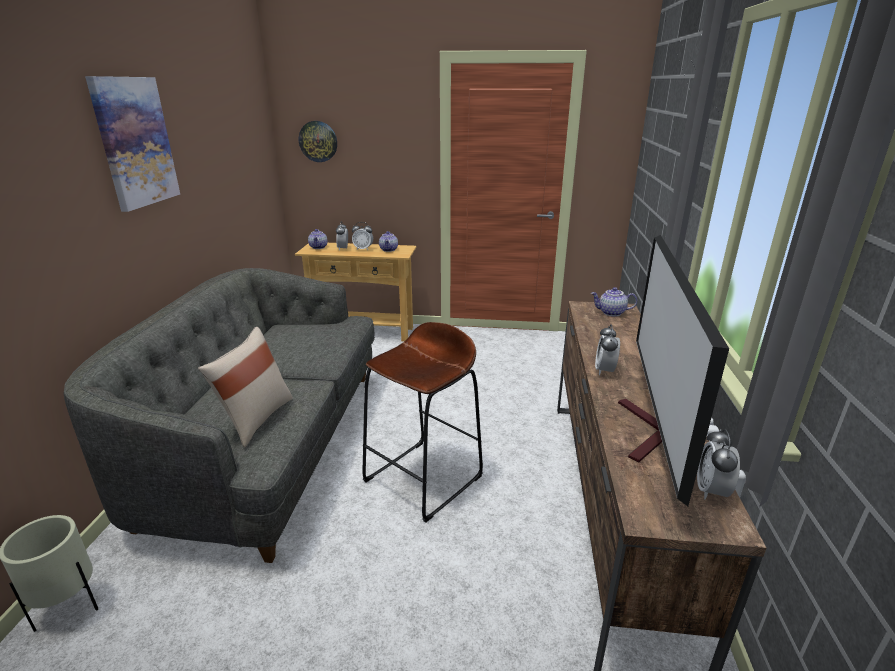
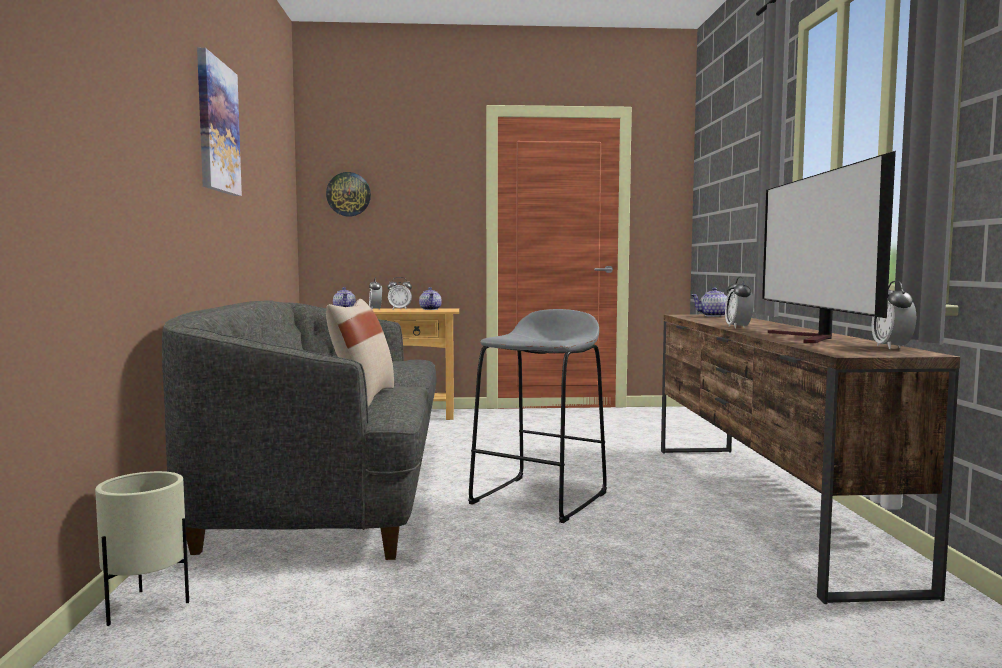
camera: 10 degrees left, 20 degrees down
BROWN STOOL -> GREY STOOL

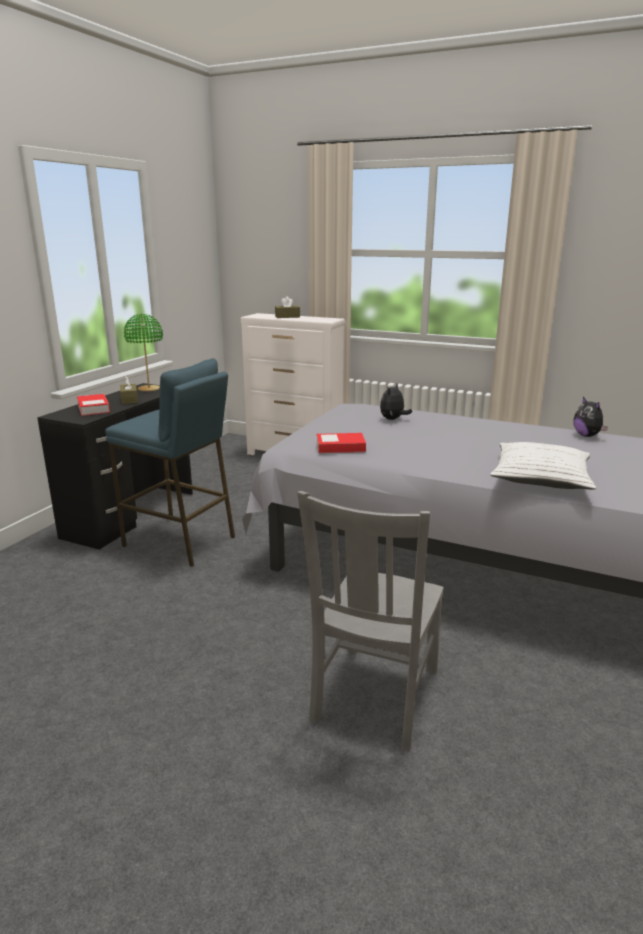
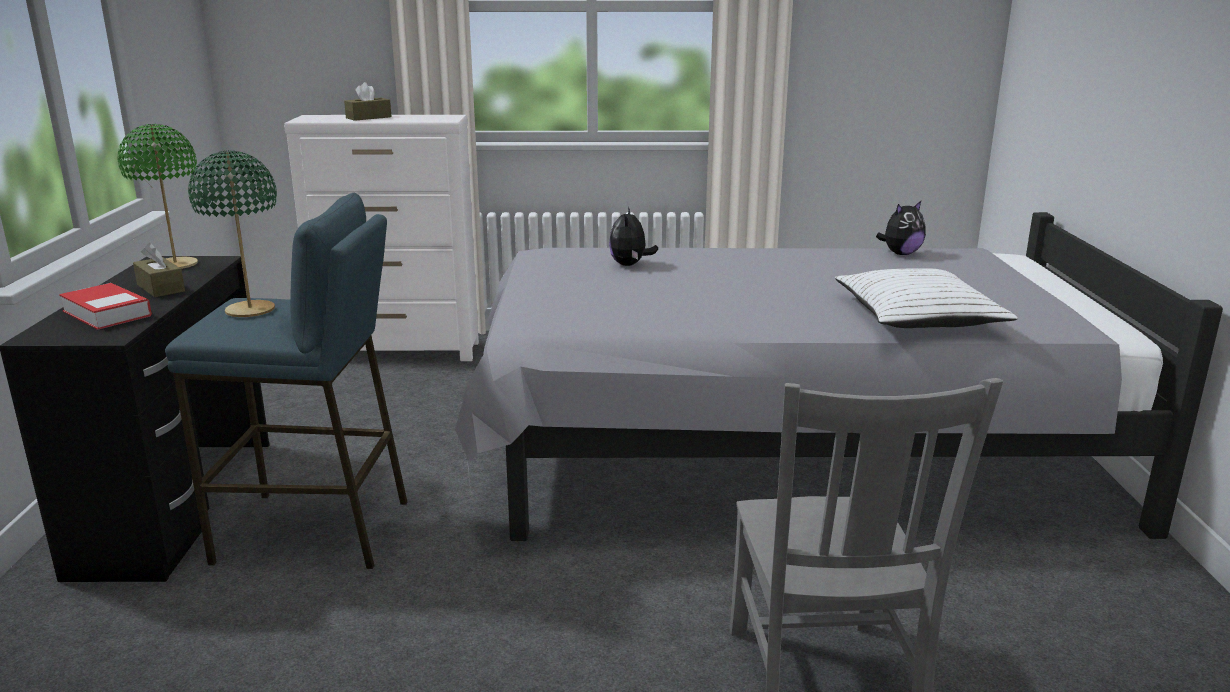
camera: 25 degrees left, 0 degrees up
BOOK (no. 2 from left) -> none
none -> GREEN TABLE LAMP (no. 2 from left)
PLUSH TOY (no. 2 from left), 75 degrees counterclockwise

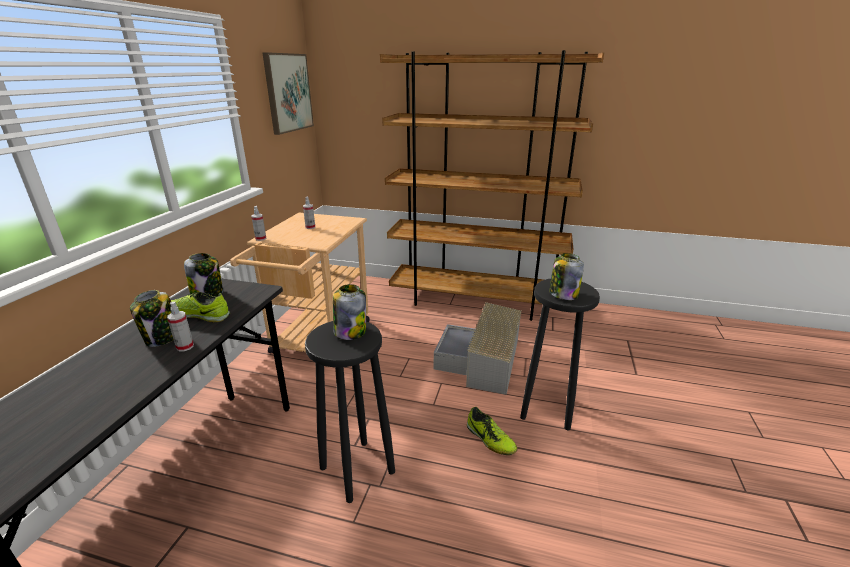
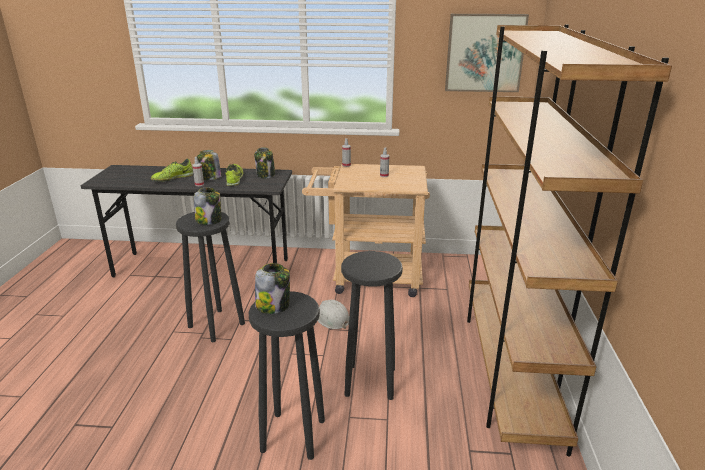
camera: 80 degrees right, 0 degrees up
none -> WHITE HARD HAT
SHOE (no. 2 from left in the first image) -> SHOE (no. 1 from left), relocated
GREY STORAGE BOX -> BLACK STOOL (no. 3 from left)

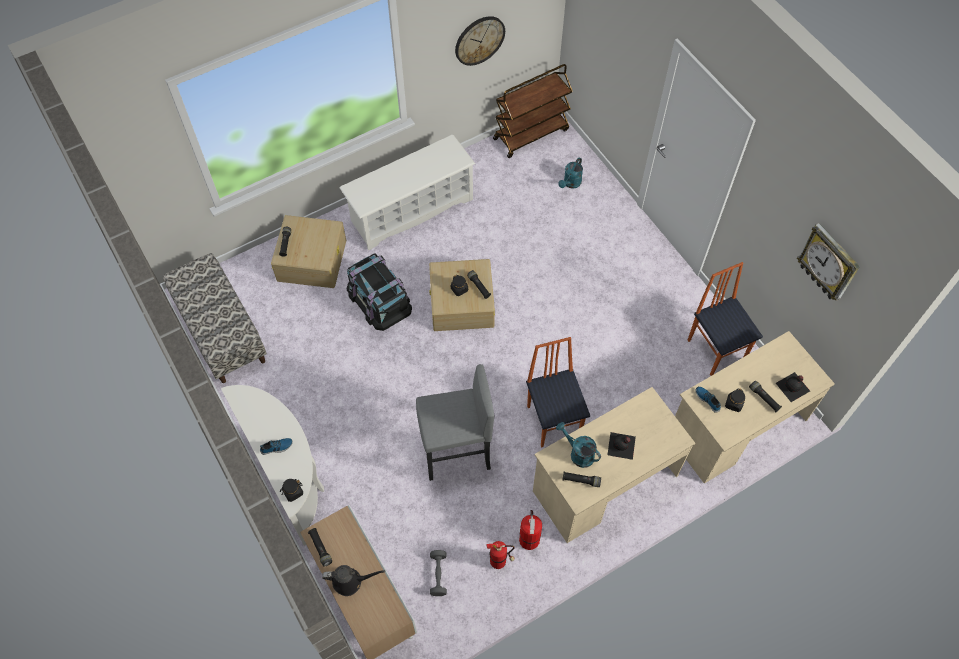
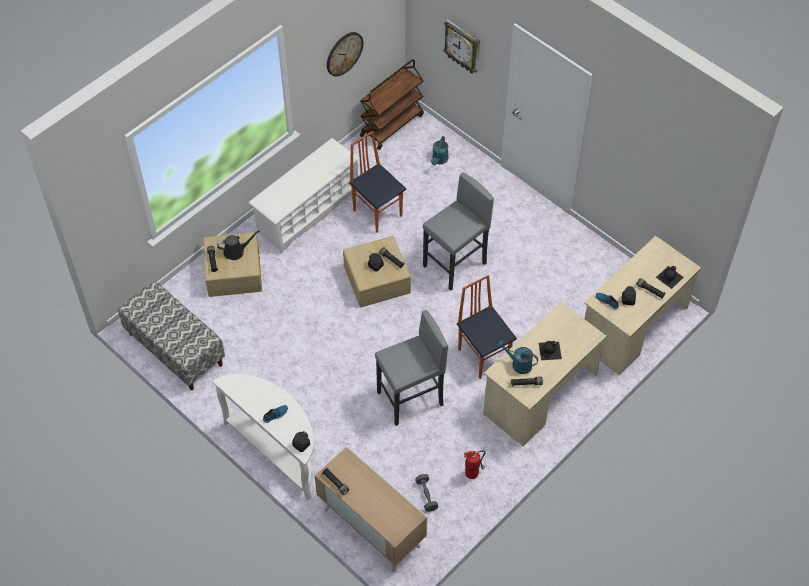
camera: 15 degrees left, 5 degrees down
BLACK STORAGE BOX -> none
FIRE EXTINGUISHER (no. 2 from left) -> none
none -> GREY STOOL (no. 2 from left)
BLACK WATERING CAN, relocated
CHAIR (no. 2 from left in the first image) -> CHAIR (no. 1 from left), relocated
WALL CLOCK (no. 2 from left), relocated

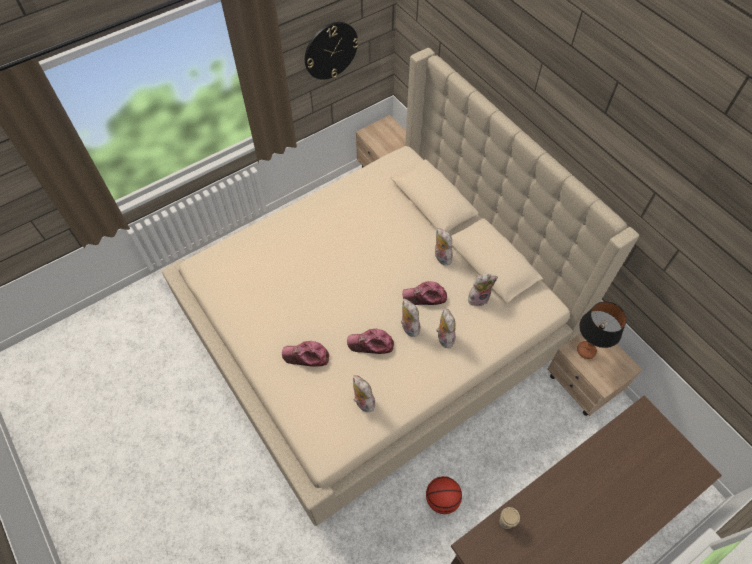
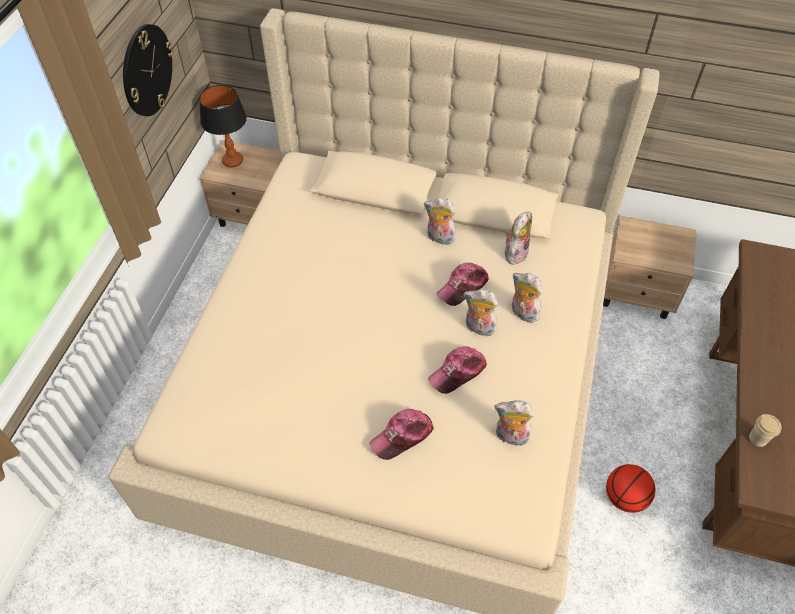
camera: 40 degrees left, 5 degrees down
TABLE LAMP, relocated

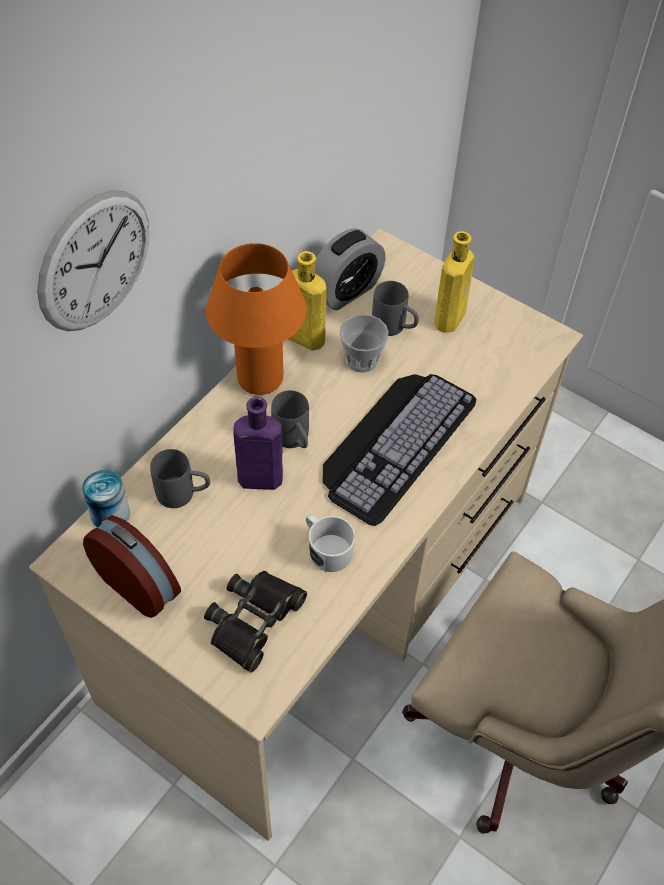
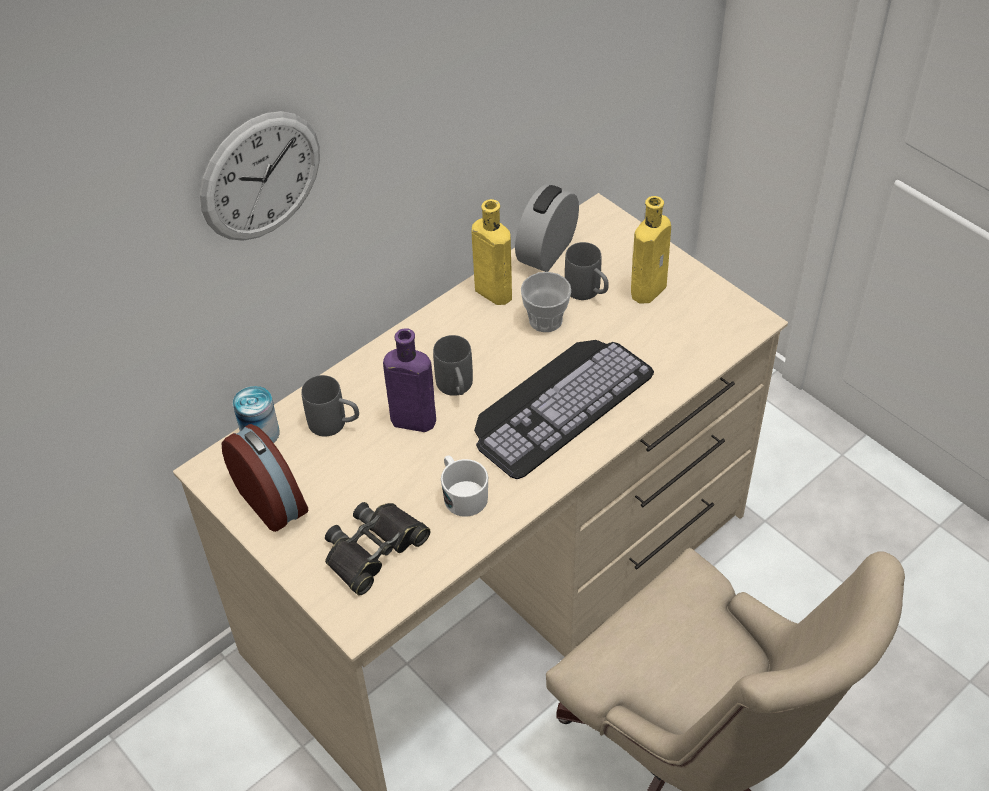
camera: 15 degrees right, 5 degrees down
ORANGE TABLE LAMP -> none
ALARM CLOCK (no. 2 from left), 150 degrees clockwise

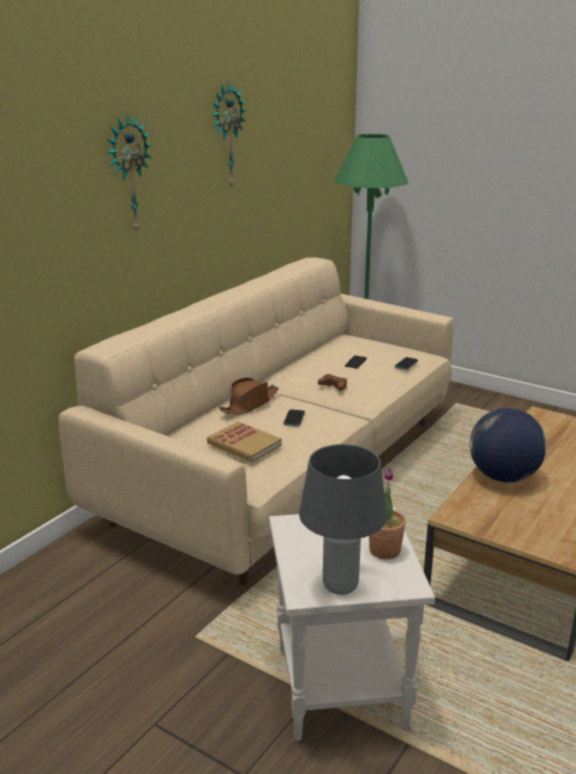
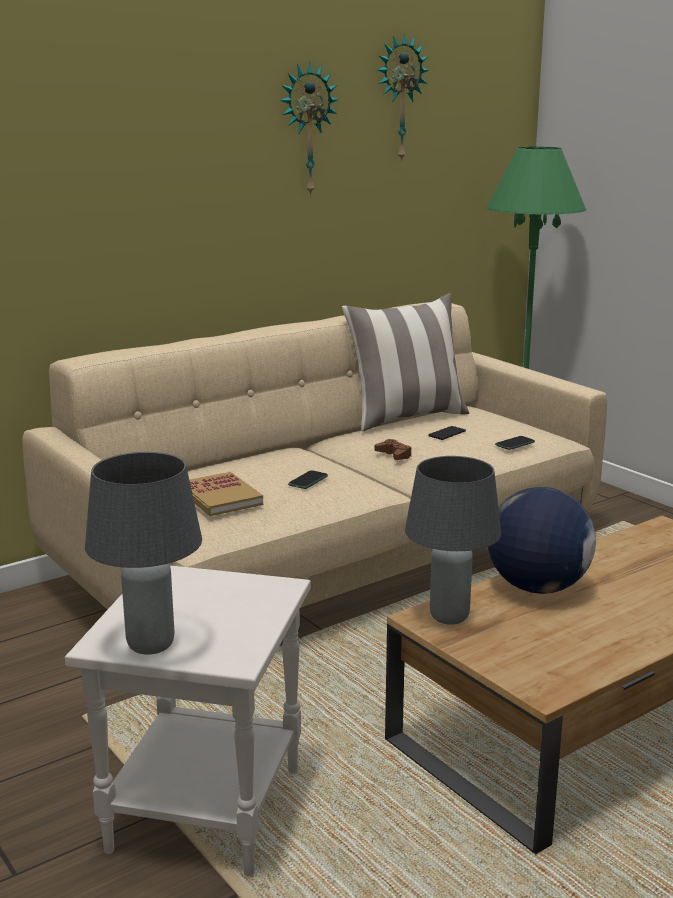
camera: 20 degrees right, 5 degrees down
BROWN HAT -> none
POTTED PLANT -> none
none -> PILLOW
none -> GREY TABLE LAMP (no. 2 from left)
WALL CLOCK (no. 1 from left in the first image) -> WALL CLOCK (no. 2 from left), relocated

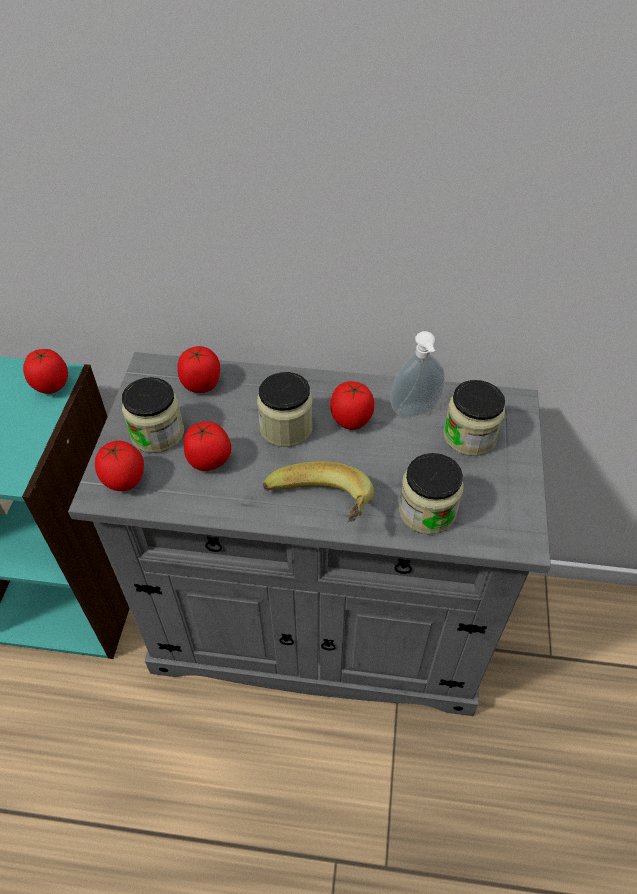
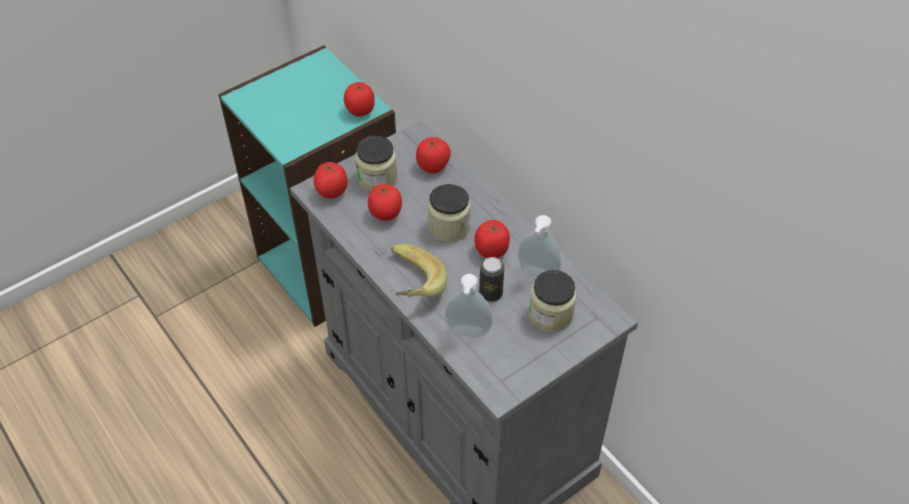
camera: 45 degrees right, 0 degrees up
none -> CAN
JAR (no. 3 from left) -> SOAP DISPENSER (no. 1 from left)

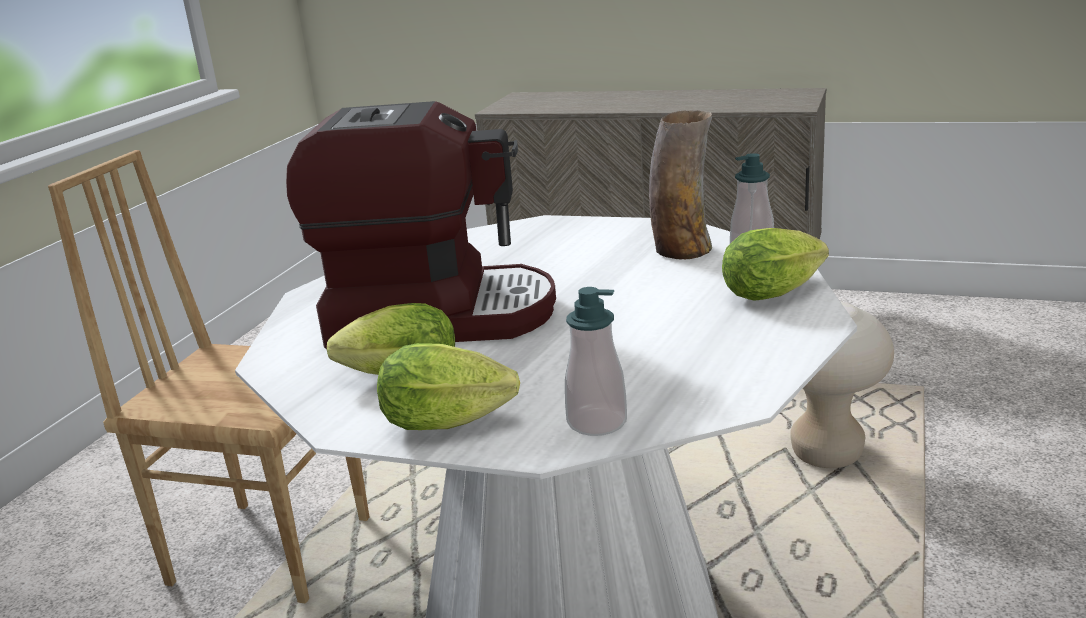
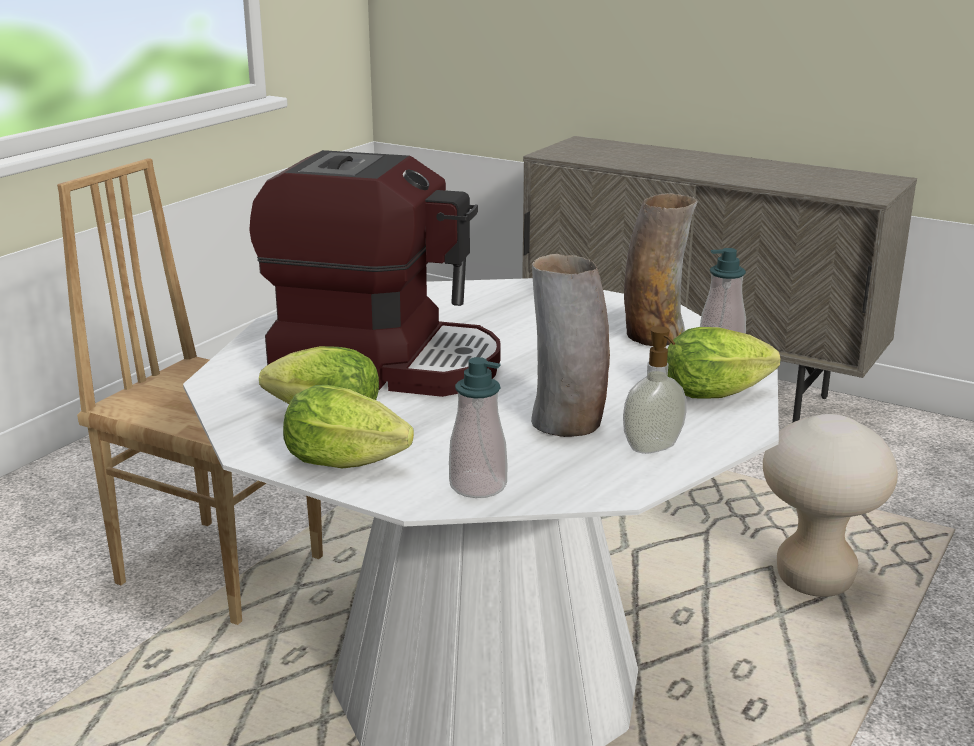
camera: 10 degrees right, 0 degrees up
none -> VASE (no. 1 from left)
none -> SOAP DISPENSER (no. 2 from left)

